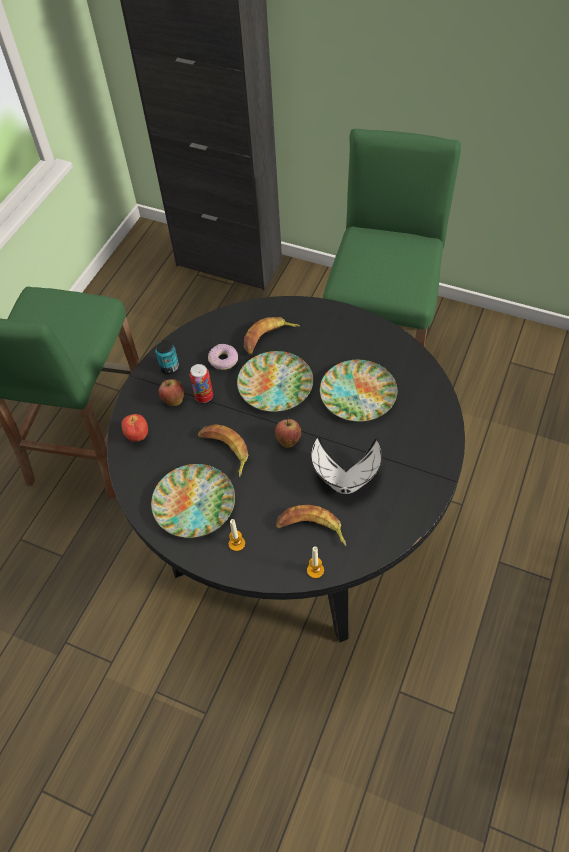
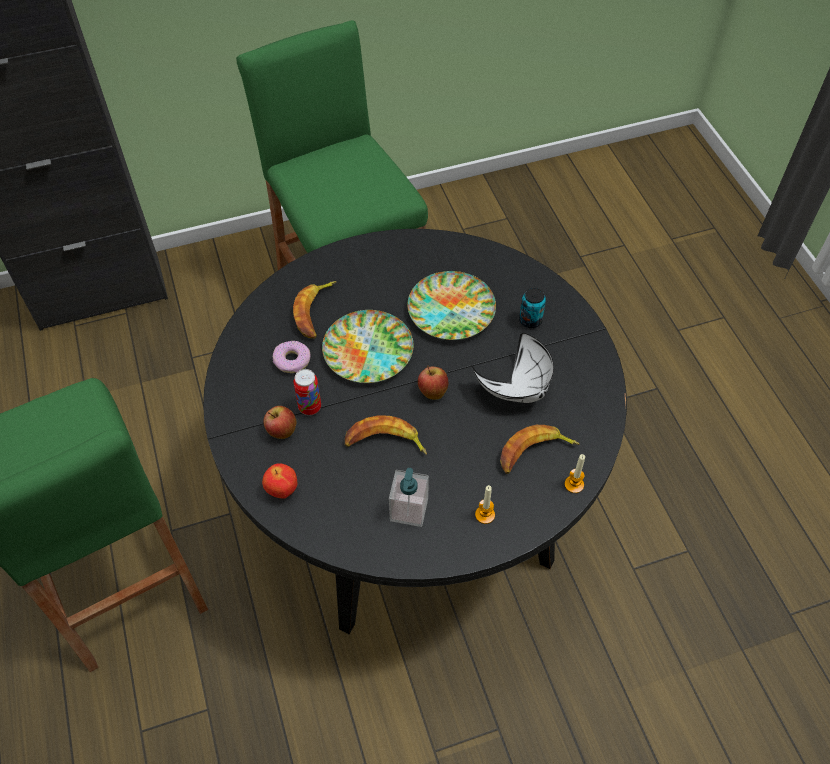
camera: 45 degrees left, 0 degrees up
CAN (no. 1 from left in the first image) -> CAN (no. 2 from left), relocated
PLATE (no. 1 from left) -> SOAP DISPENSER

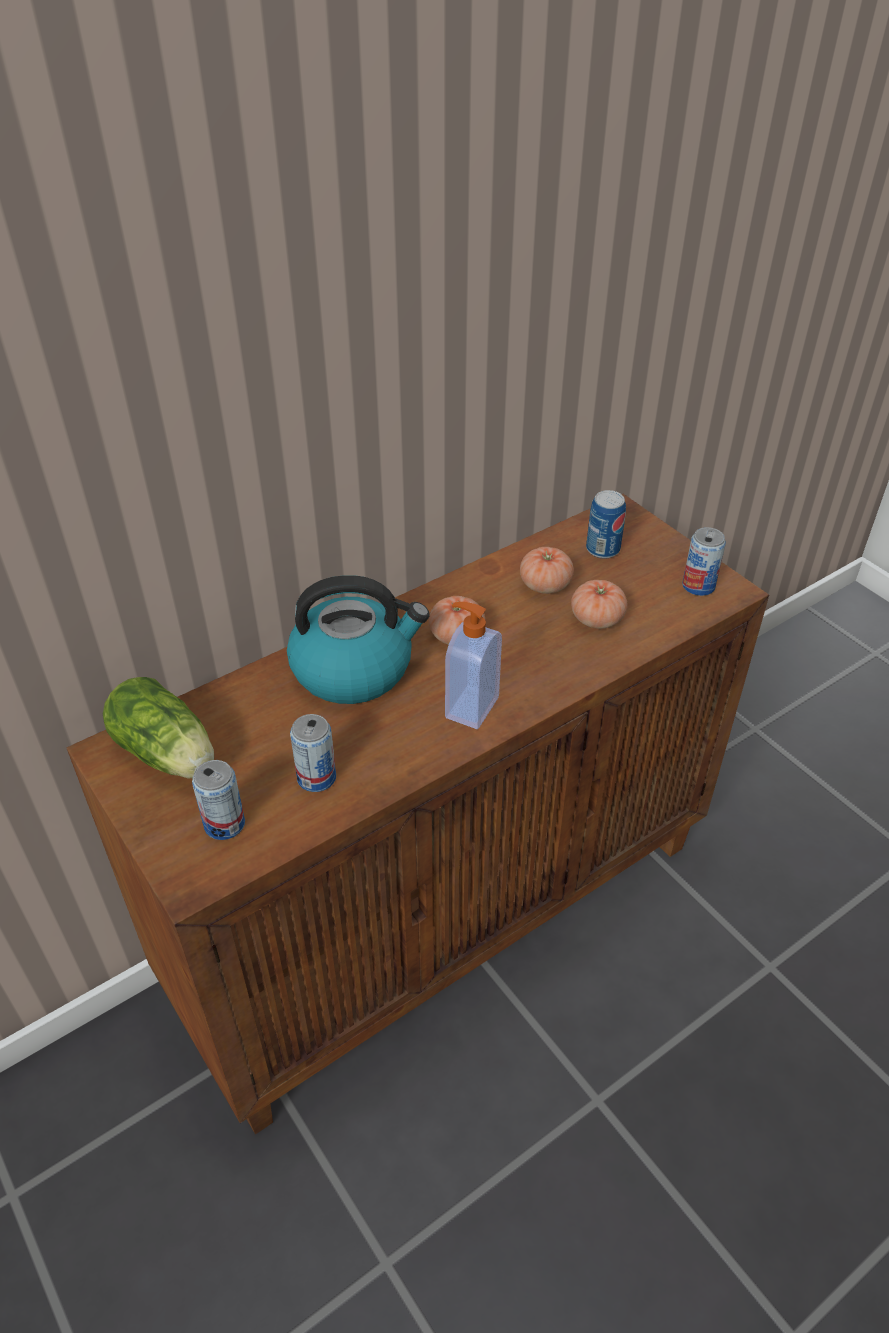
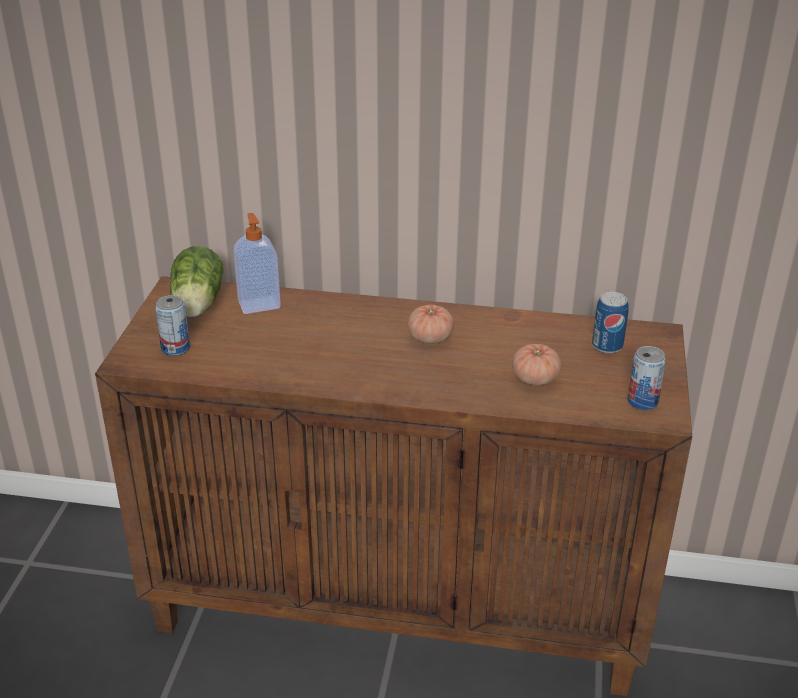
camera: 45 degrees right, 10 degrees down
KETTLE -> none
CAN (no. 2 from left) -> none
TOMATO (no. 2 from left) -> none
SOAP DISPENSER, relocated

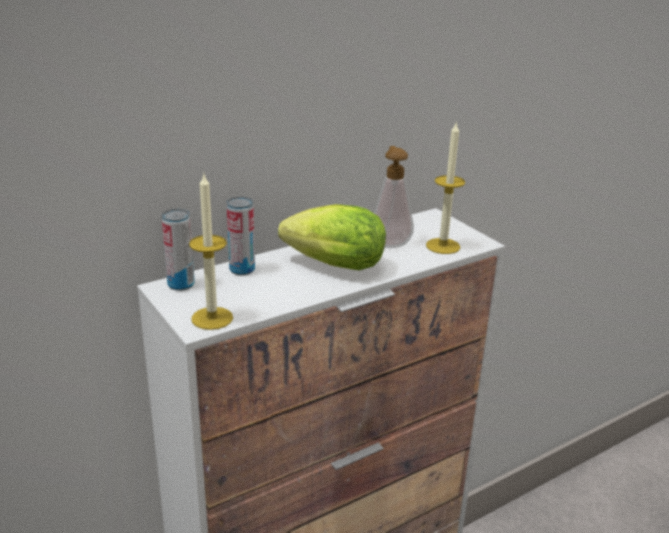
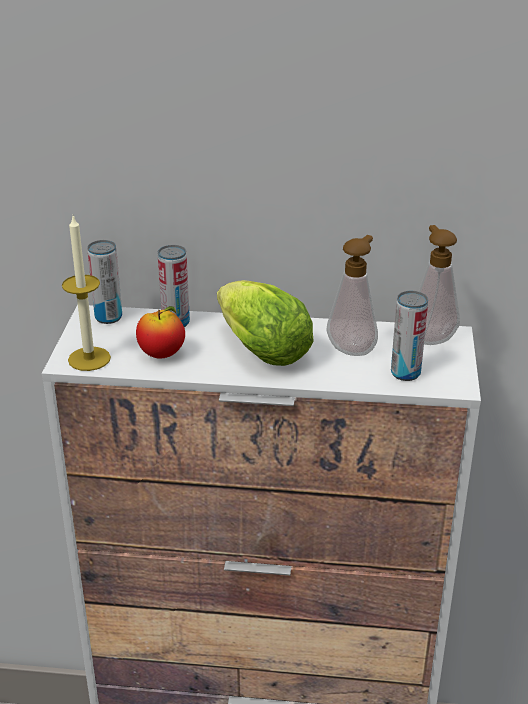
camera: 40 degrees right, 5 degrees up
none -> APPLE
none -> SOAP DISPENSER (no. 2 from left)
CANDLE (no. 2 from left) -> CAN (no. 3 from left)

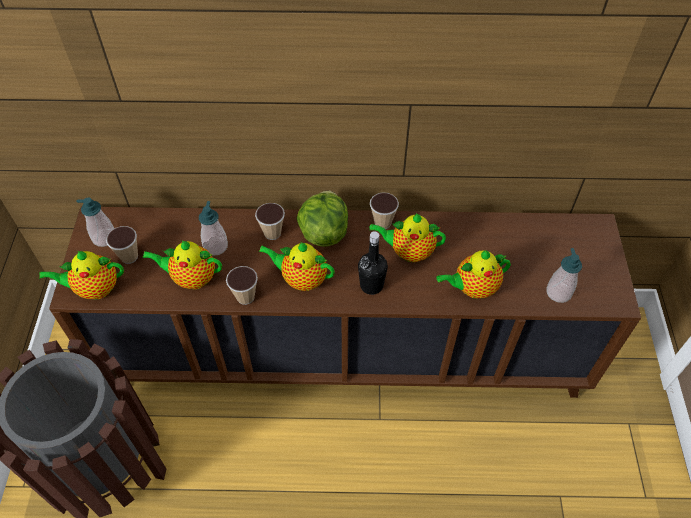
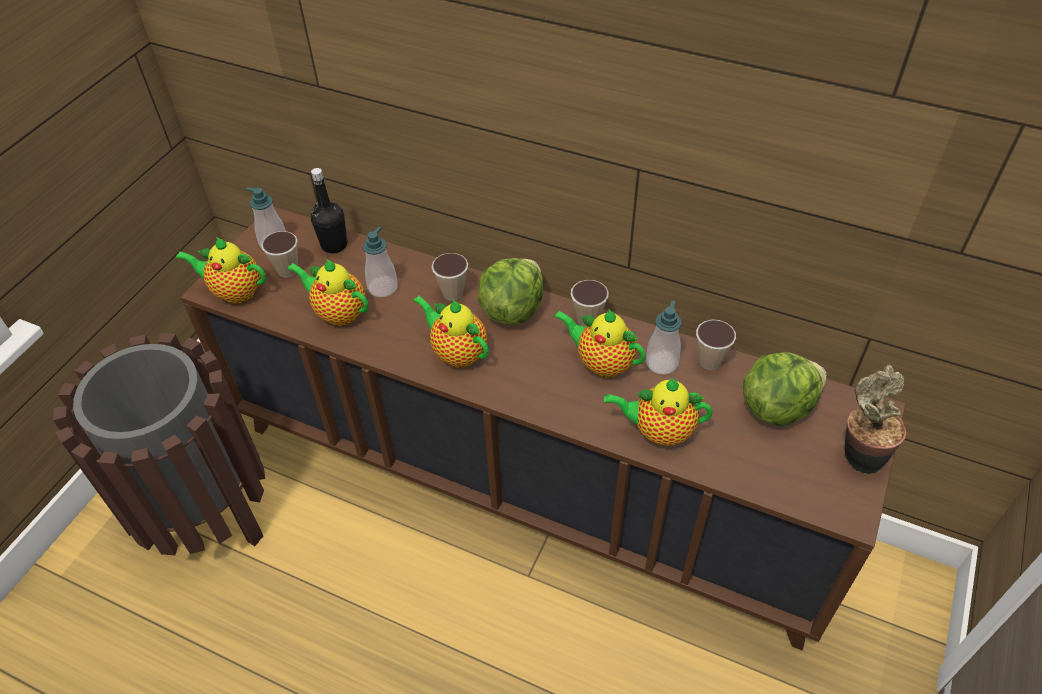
camera: 25 degrees right, 5 degrees down
none -> LETTUCE (no. 2 from left)
none -> POTTED PLANT
CUP (no. 2 from left in the first image) -> CUP (no. 4 from left), relocated
BLACK BOTTLE, relocated
SOAP DISPENSER (no. 3 from left), relocated

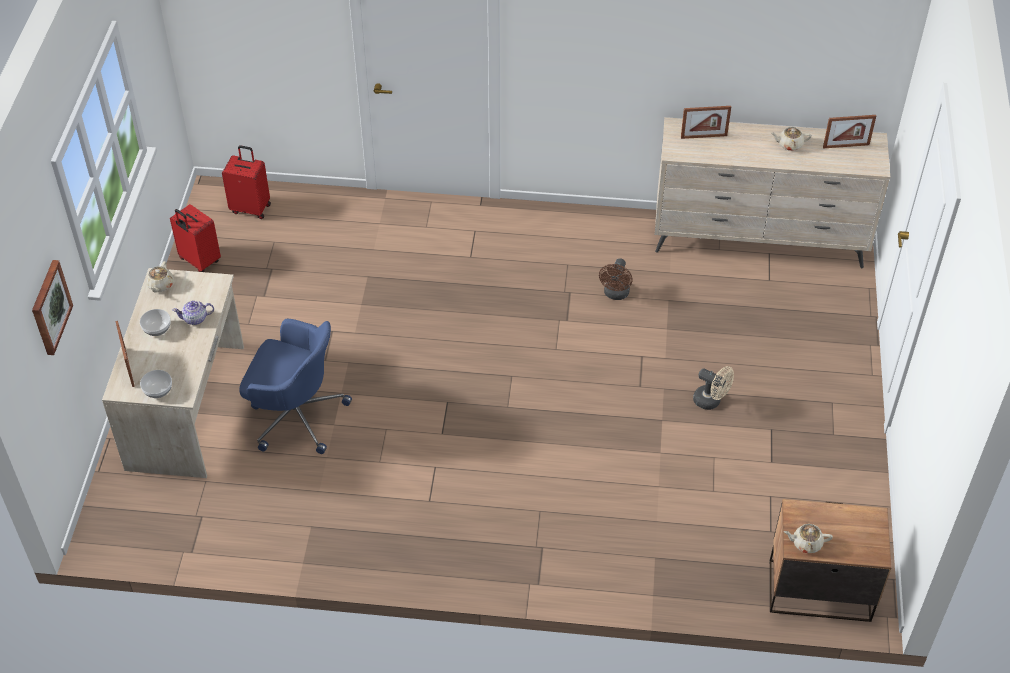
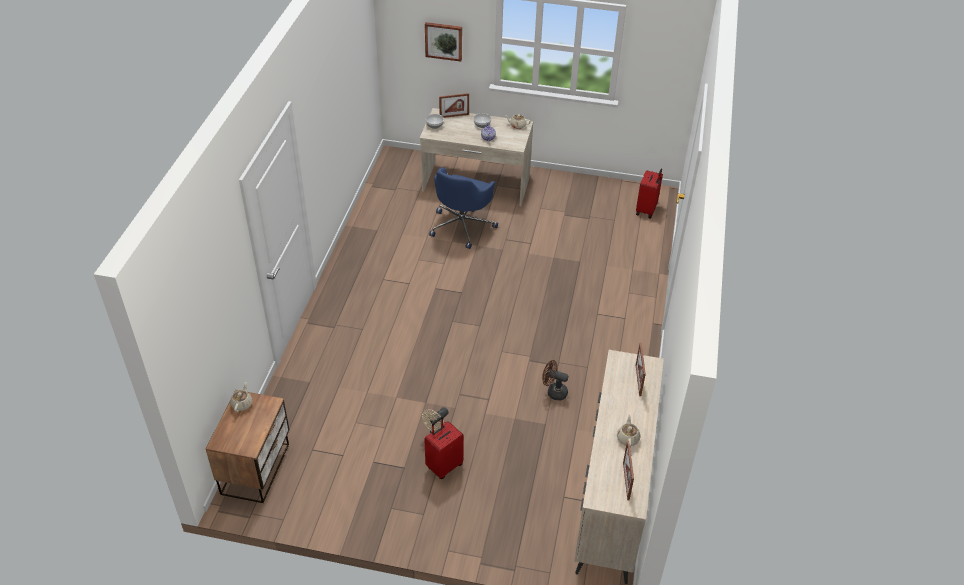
camera: 95 degrees right, 5 degrees down
RED SUITCASE (no. 1 from left), relocated

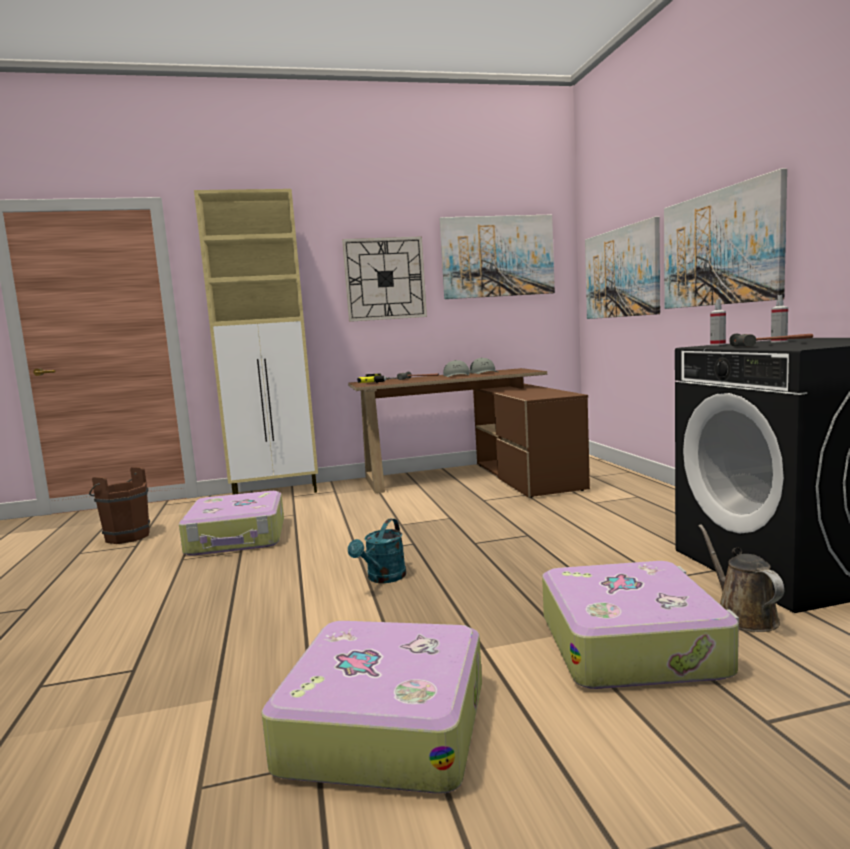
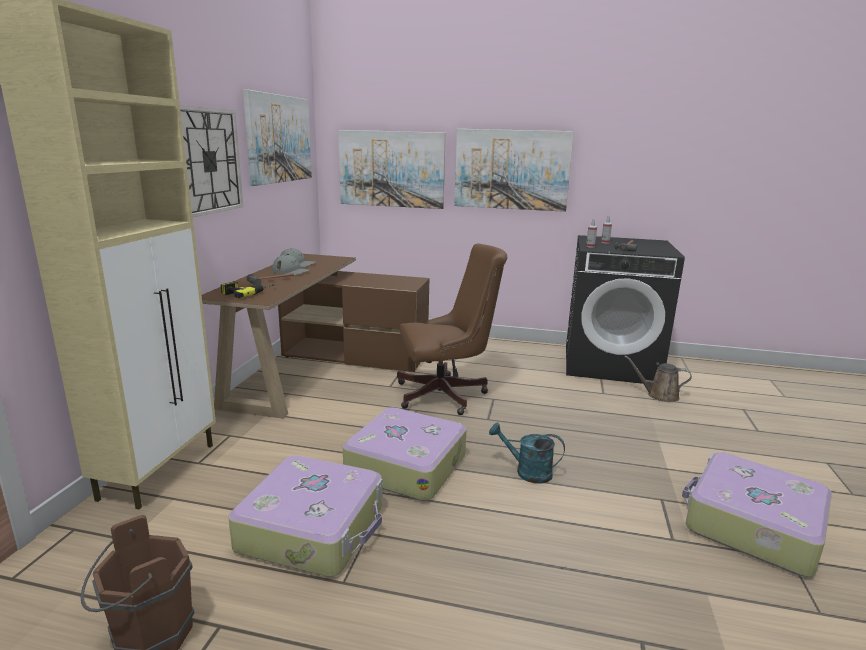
camera: 65 degrees left, 10 degrees up
none -> BROWN OFFICE CHAIR
SUITCASE (no. 3 from left in the first image) -> SUITCASE (no. 2 from left), relocated
TURQUOISE WATERING CAN, 150 degrees clockwise

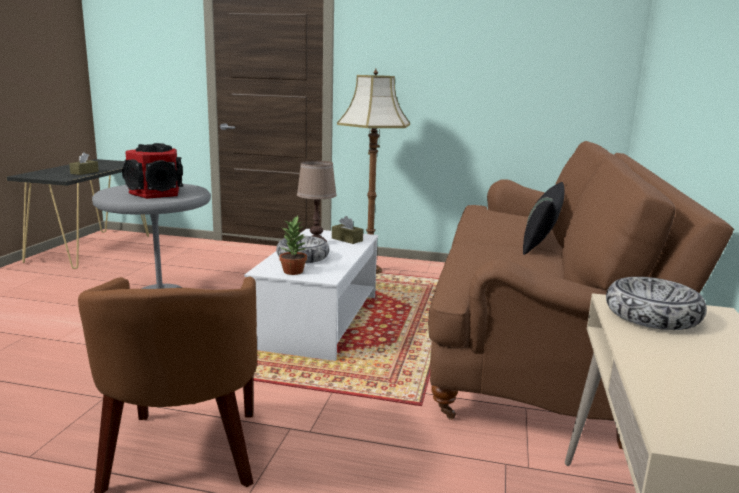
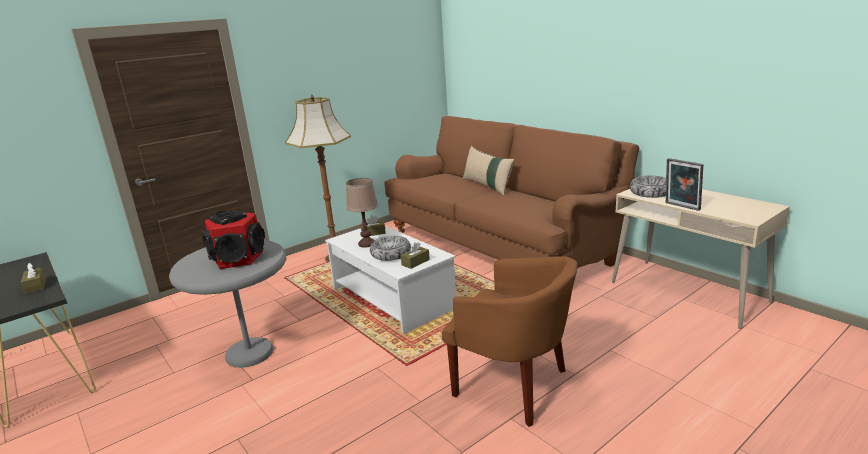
camera: 50 degrees left, 5 degrees up
none -> PICTURE FRAME
POTTED PLANT -> BROWN TISSUE BOX (no. 3 from left)
BLACK PILLOW -> BEIGE PILLOW

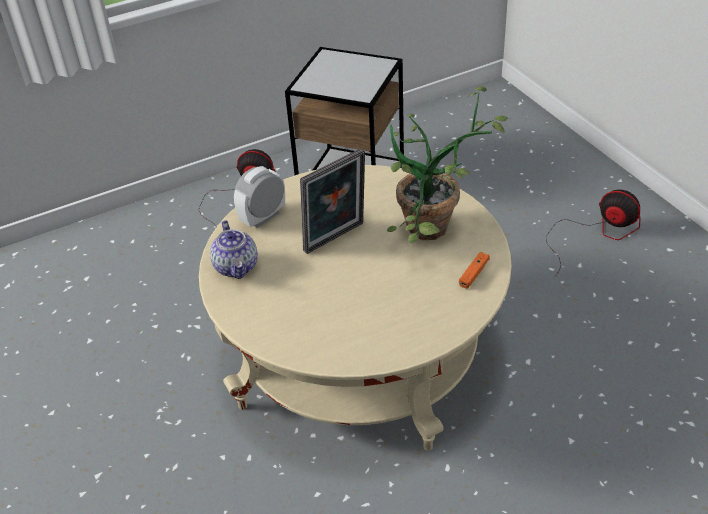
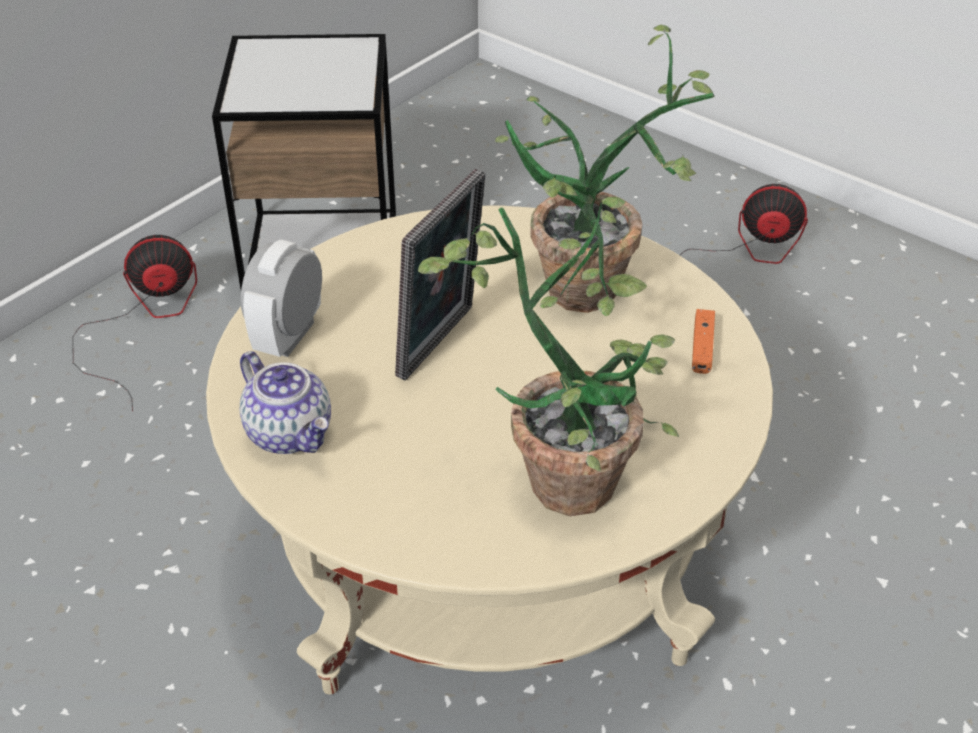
camera: 25 degrees left, 0 degrees up
none -> POTTED PLANT (no. 1 from left)

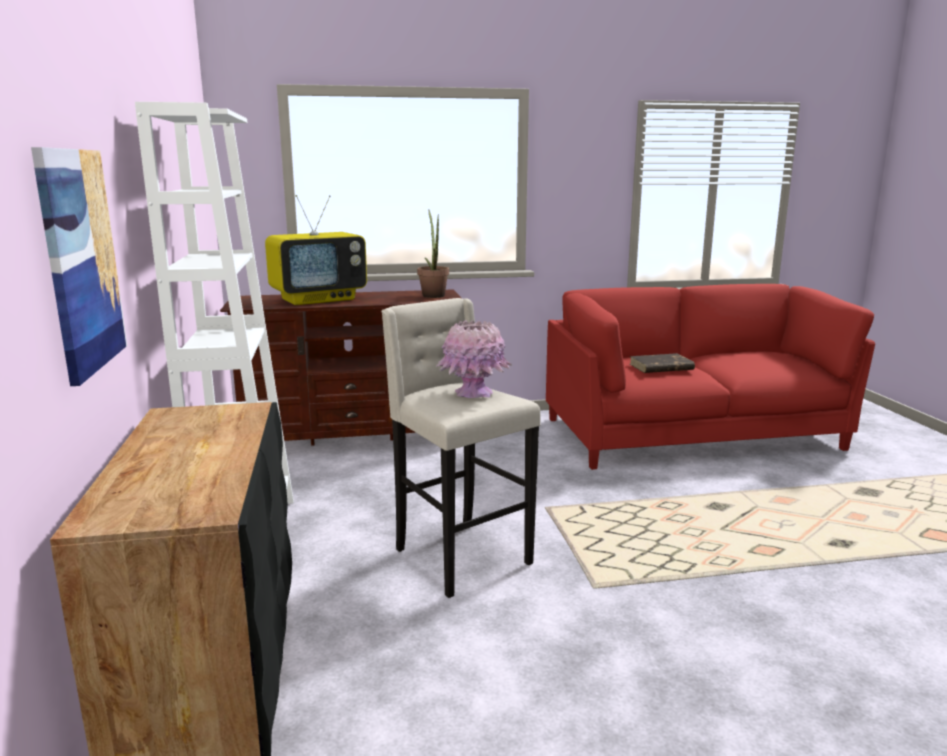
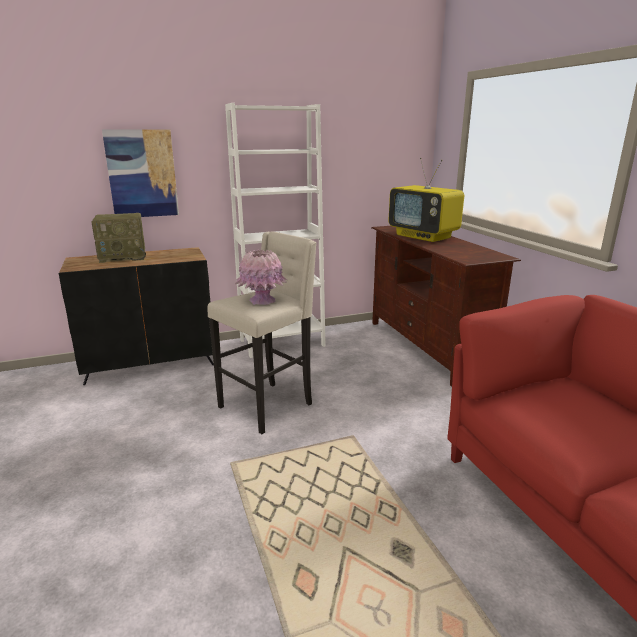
camera: 80 degrees right, 5 degrees up
POTTED PLANT -> none
BROWN BOOK -> none
none -> RADIO

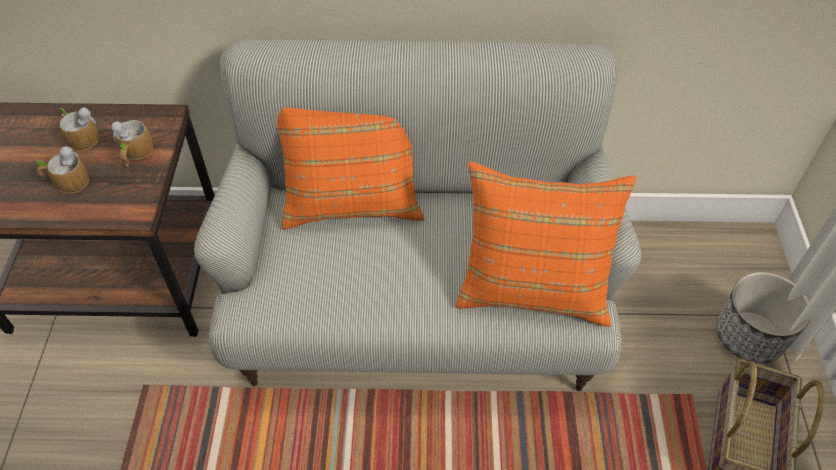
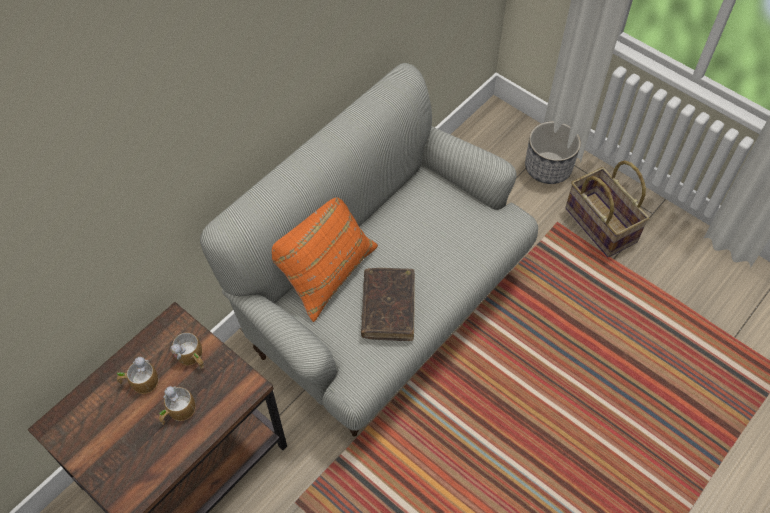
camera: 50 degrees left, 5 degrees up
ORANGE PILLOW (no. 2 from left) -> none
none -> BROWN BOOK

